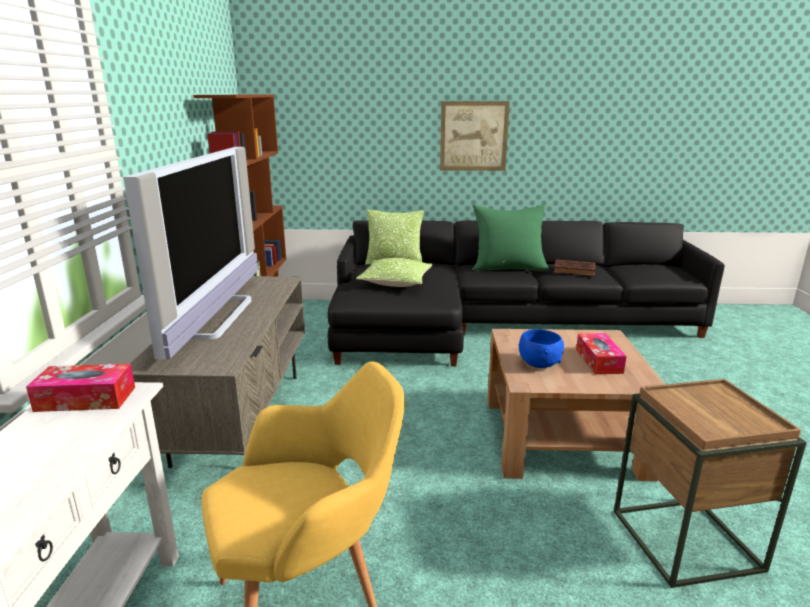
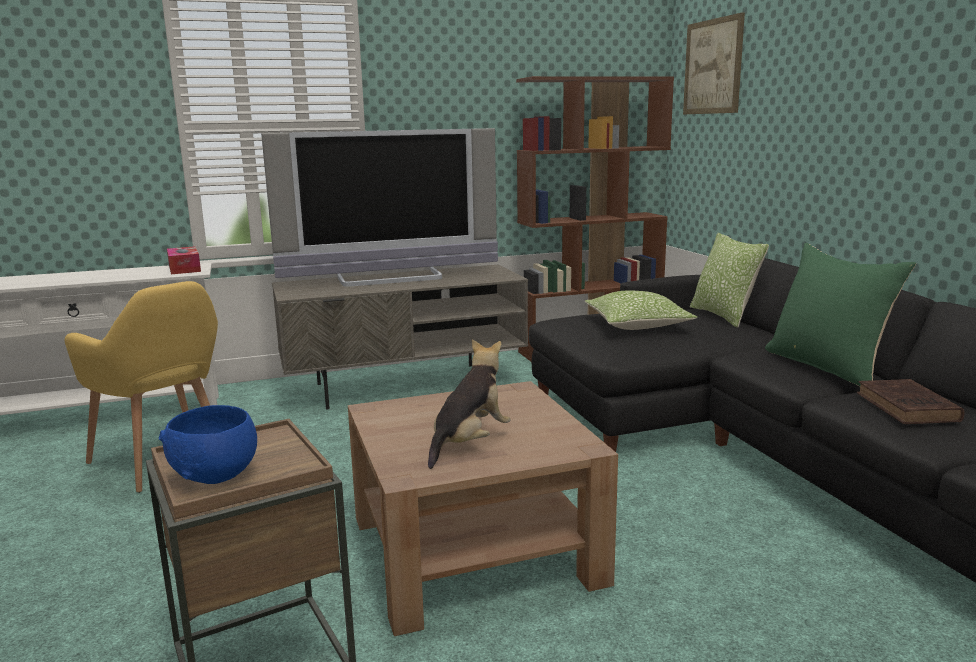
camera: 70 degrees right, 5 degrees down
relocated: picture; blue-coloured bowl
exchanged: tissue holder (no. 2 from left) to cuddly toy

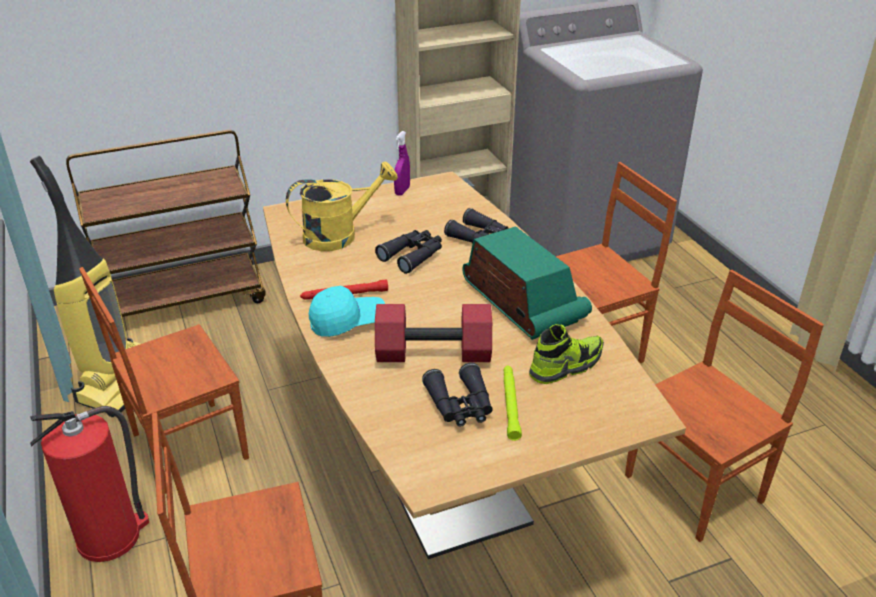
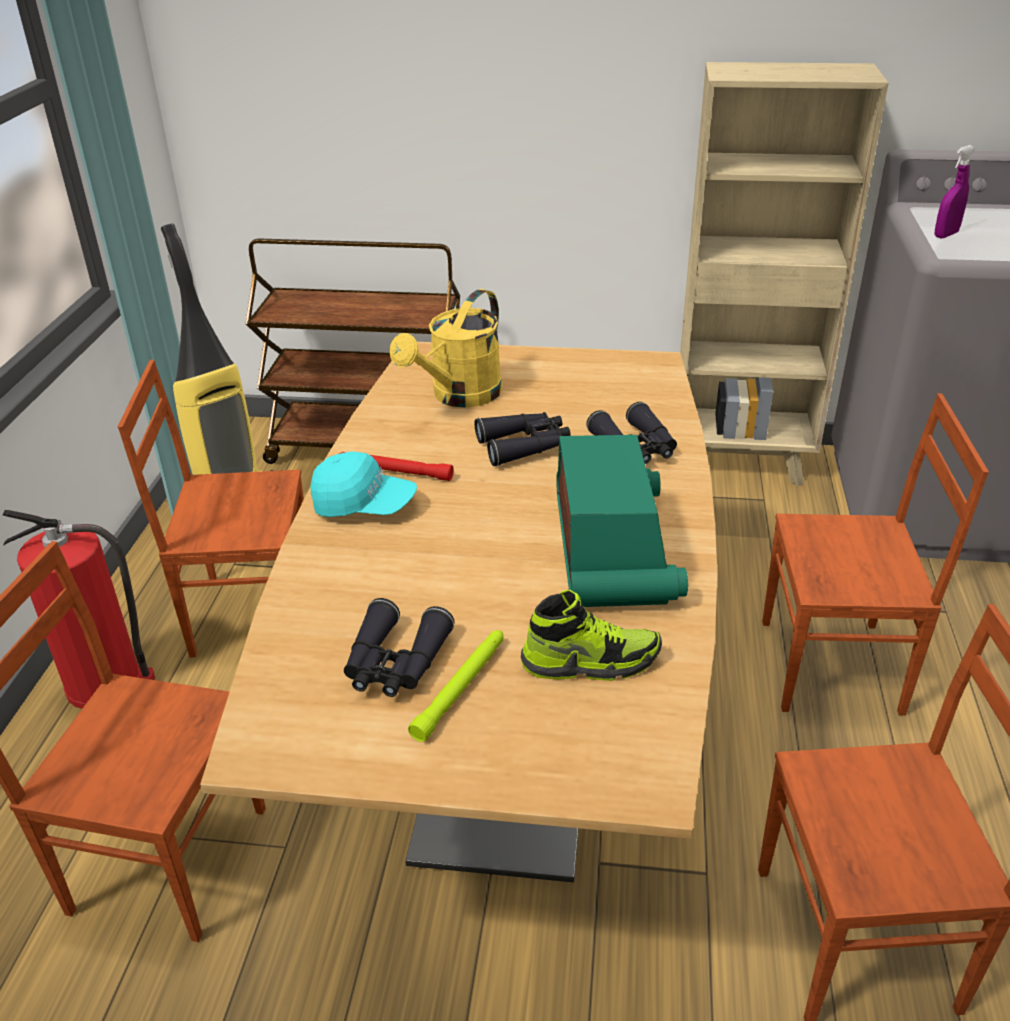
camera: 30 degrees right, 0 degrees up
missing: reddish dumbbell
relocated: purple sprayer
spun: yellowish sprinkling can 120 degrees clockwise

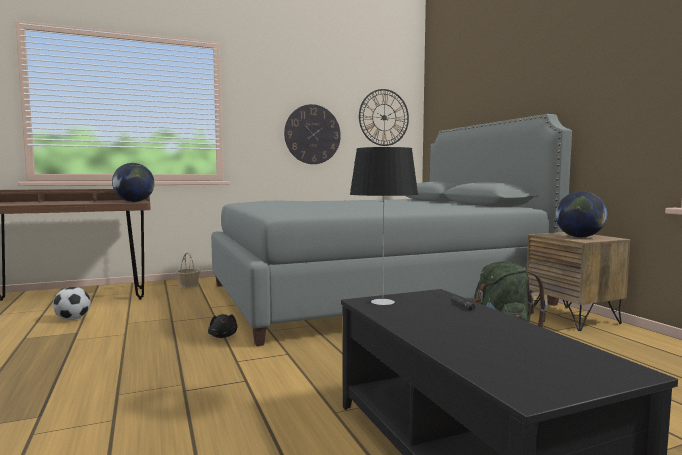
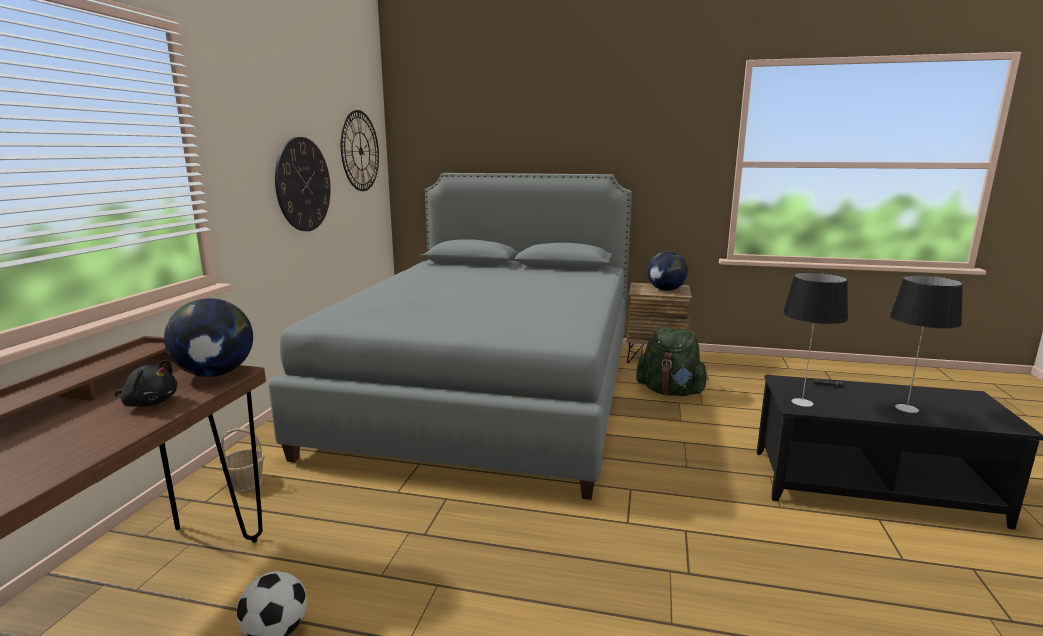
camera: 55 degrees left, 10 degrees up
appeared: lamp for a table (no. 2 from left)
relocated: black cuddly toy

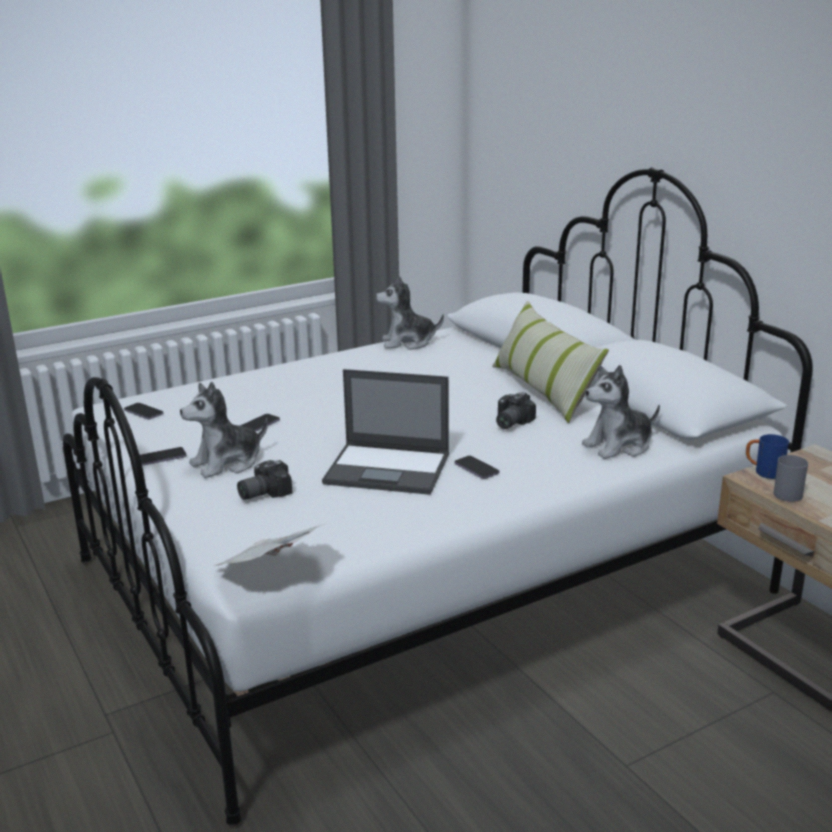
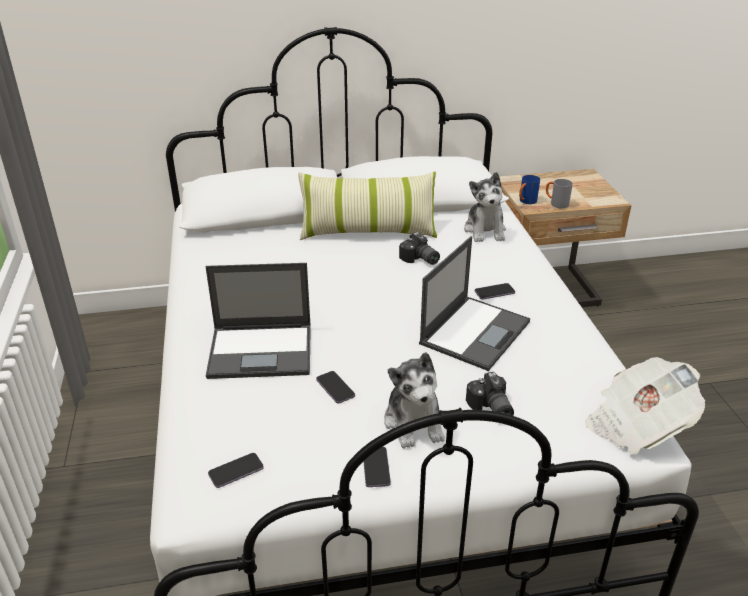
camera: 70 degrees left, 10 degrees up
missing: cuddly toy (no. 2 from left)
appeared: notebook computer (no. 1 from left)

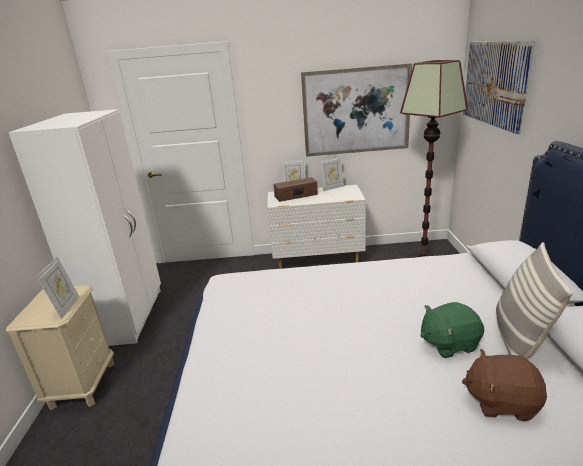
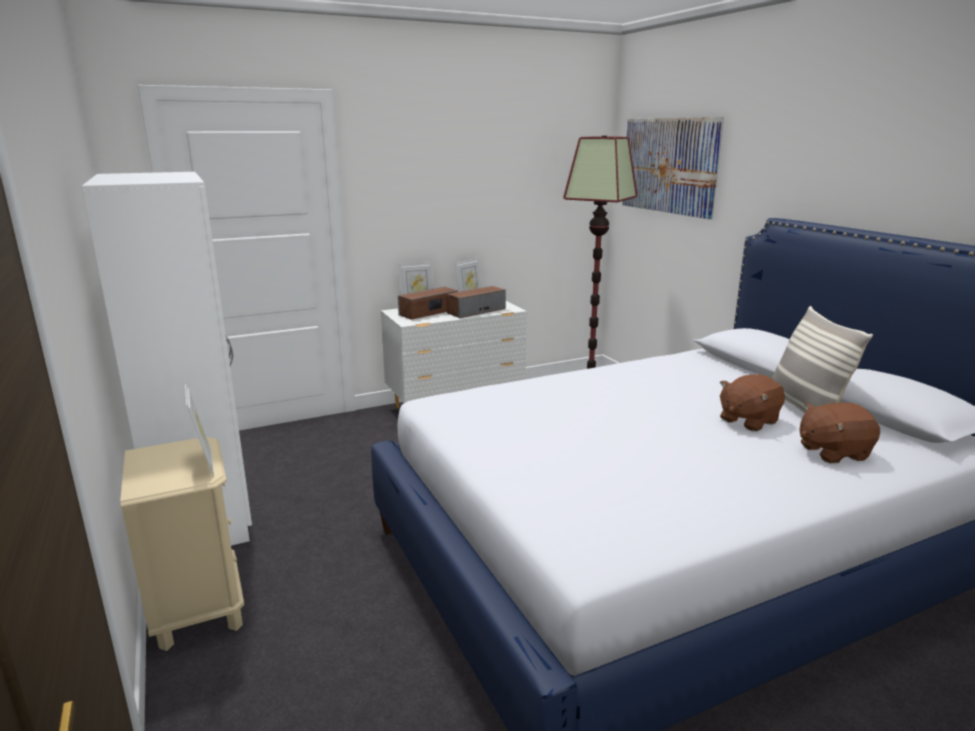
camera: 25 degrees left, 5 degrees down
missing: picture (no. 1 from left)
appeared: speaker (no. 2 from left)
colour: green-coloured cuddly toy to brownish cuddly toy (no. 1 from left)

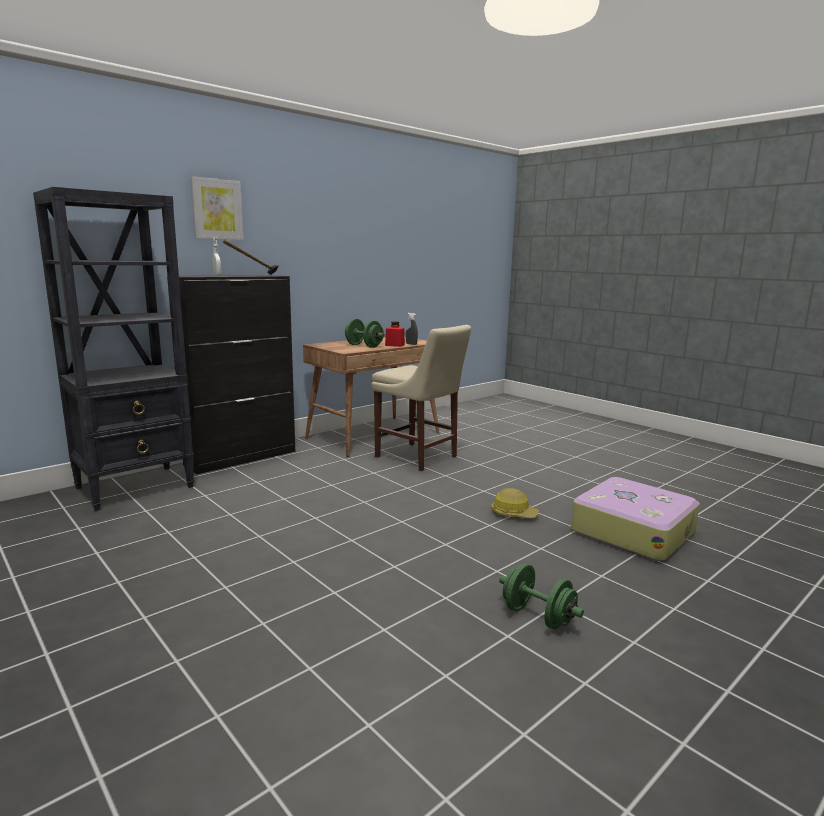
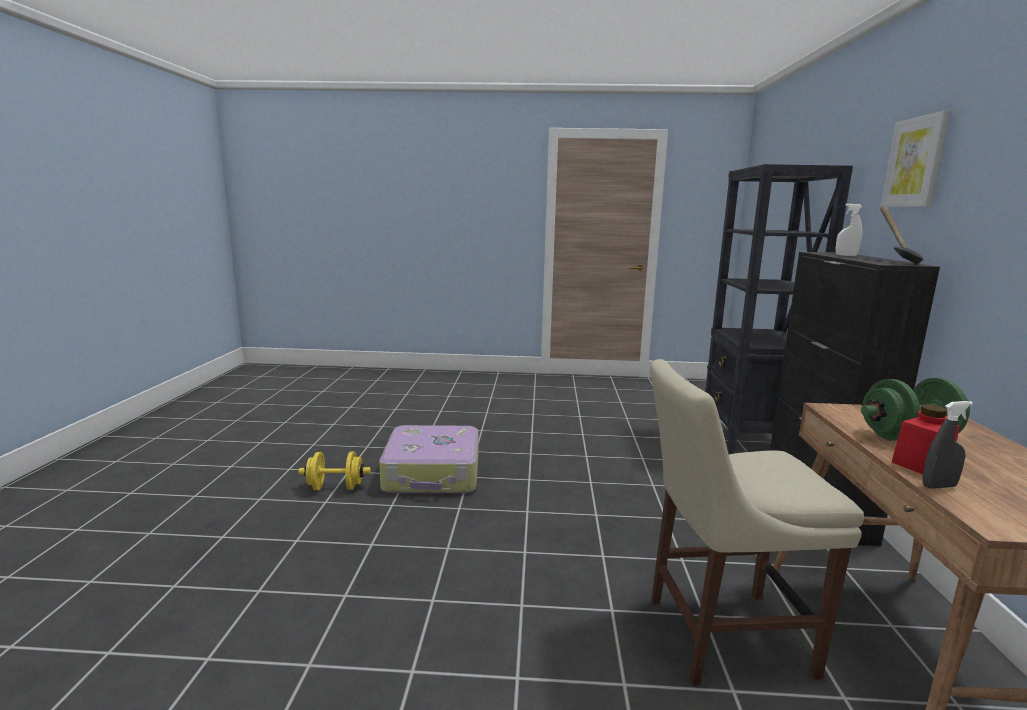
camera: 135 degrees right, 0 degrees up
missing: hard hat
relocated: piece of luggage
colour: green-coloured dumbbell (no. 2 from left) to yellowish dumbbell

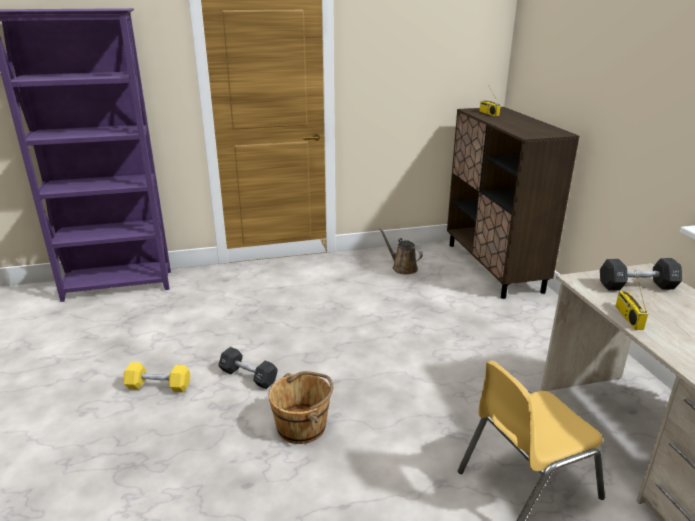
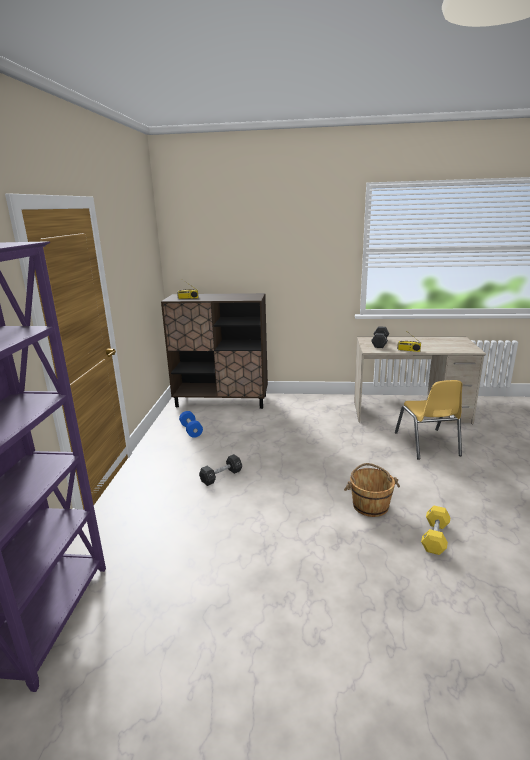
camera: 70 degrees left, 5 degrees down
relocated: yellowish dumbbell; black dumbbell (no. 1 from left)
exchanged: brownish sprinkling can to blue-coloured dumbbell

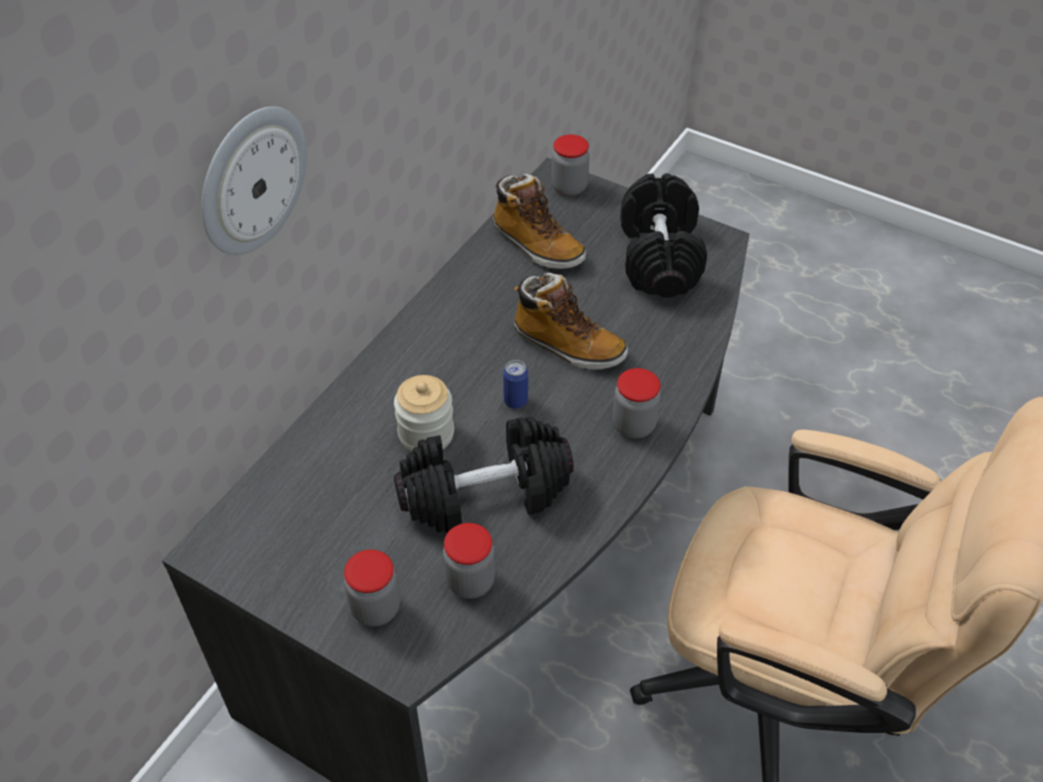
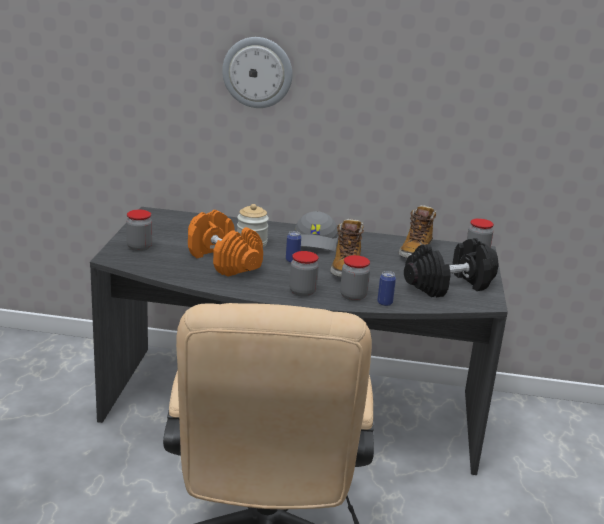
camera: 65 degrees right, 25 degrees down
appeared: gray cap; metal can (no. 2 from left)
relocated: preserve jar (no. 3 from left in the first image) to preserve jar (no. 4 from left)
colour: black dumbbell (no. 1 from left) to orange-coloured dumbbell

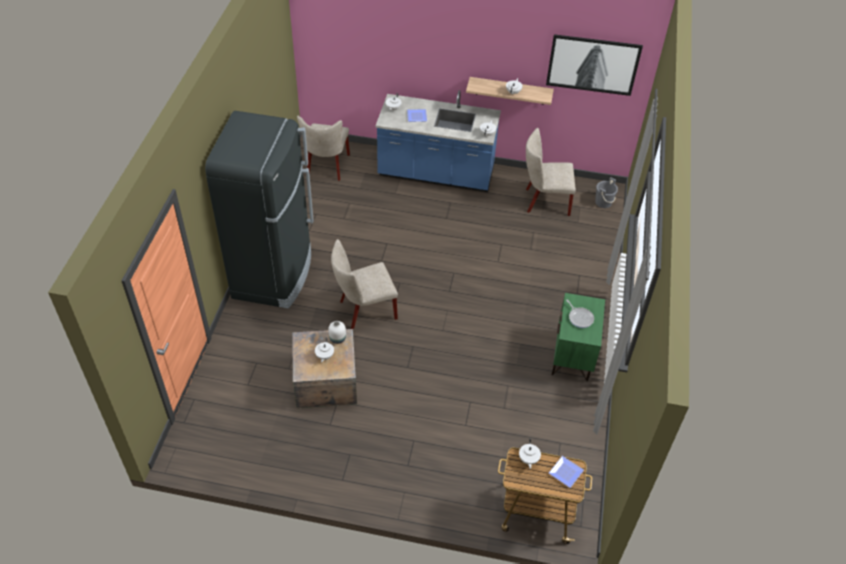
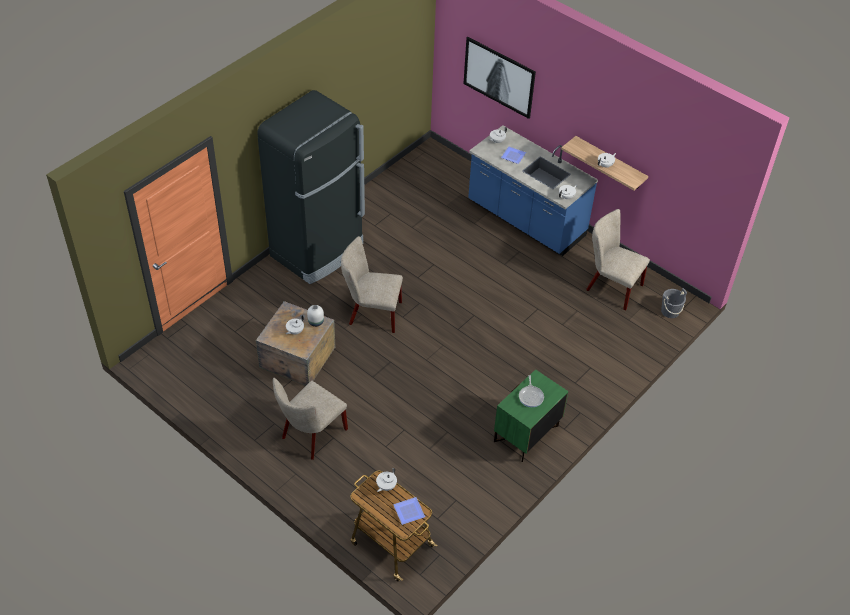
camera: 30 degrees right, 0 degrees up
relocated: sand-coloured plain chair (no. 1 from left); picture

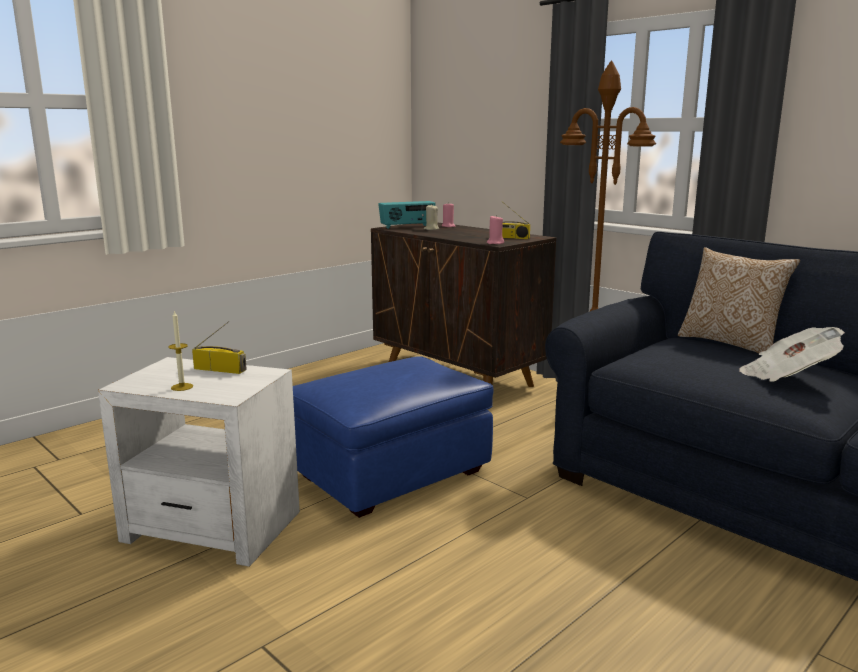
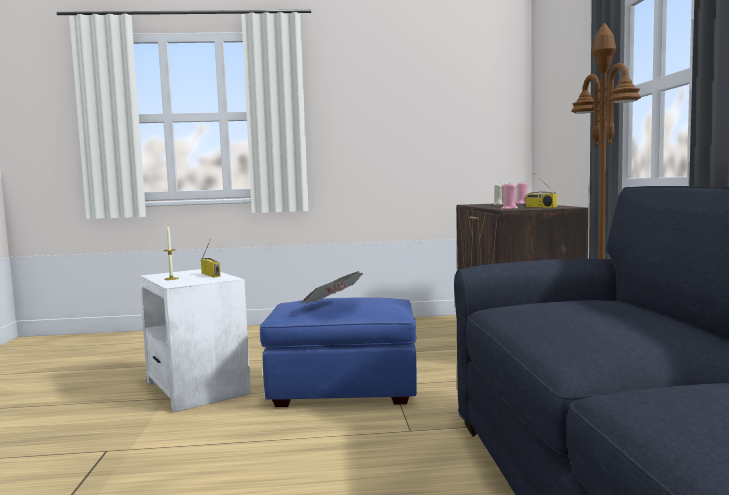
camera: 40 degrees right, 10 degrees down
missing: radio receiver (no. 2 from left); cushion
relocated: printed paper

